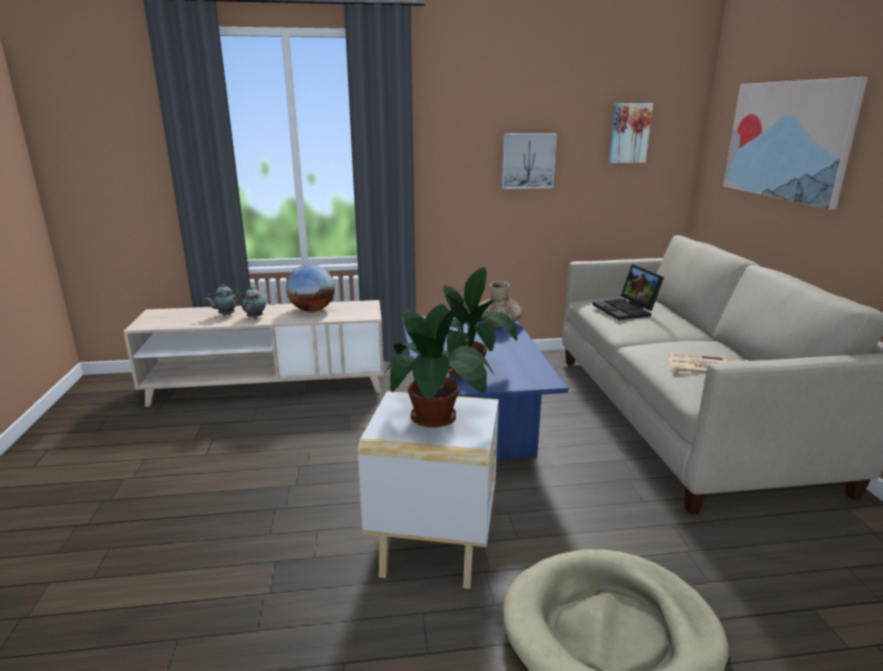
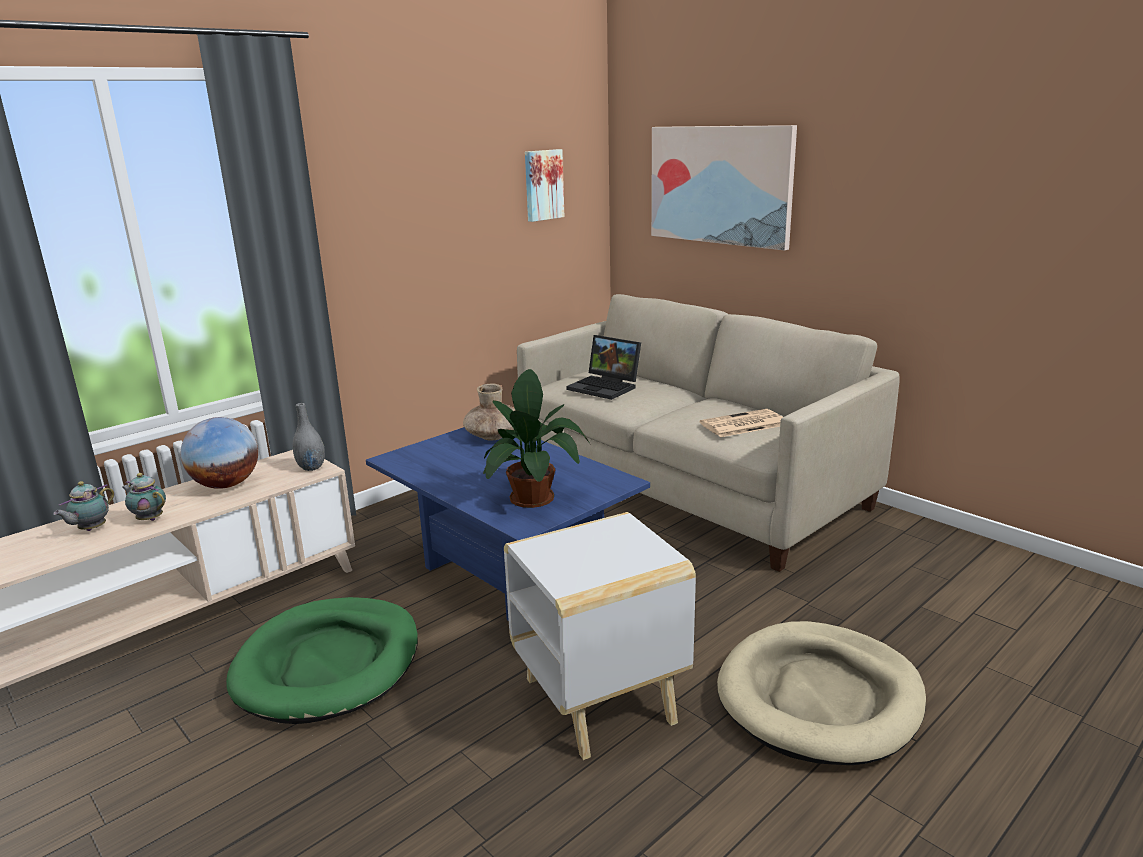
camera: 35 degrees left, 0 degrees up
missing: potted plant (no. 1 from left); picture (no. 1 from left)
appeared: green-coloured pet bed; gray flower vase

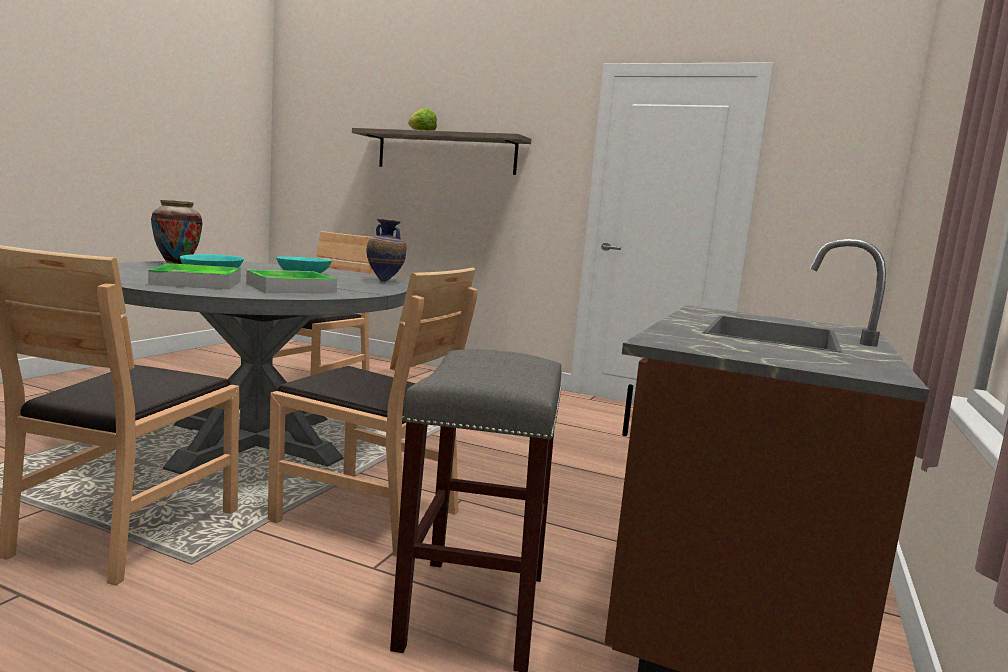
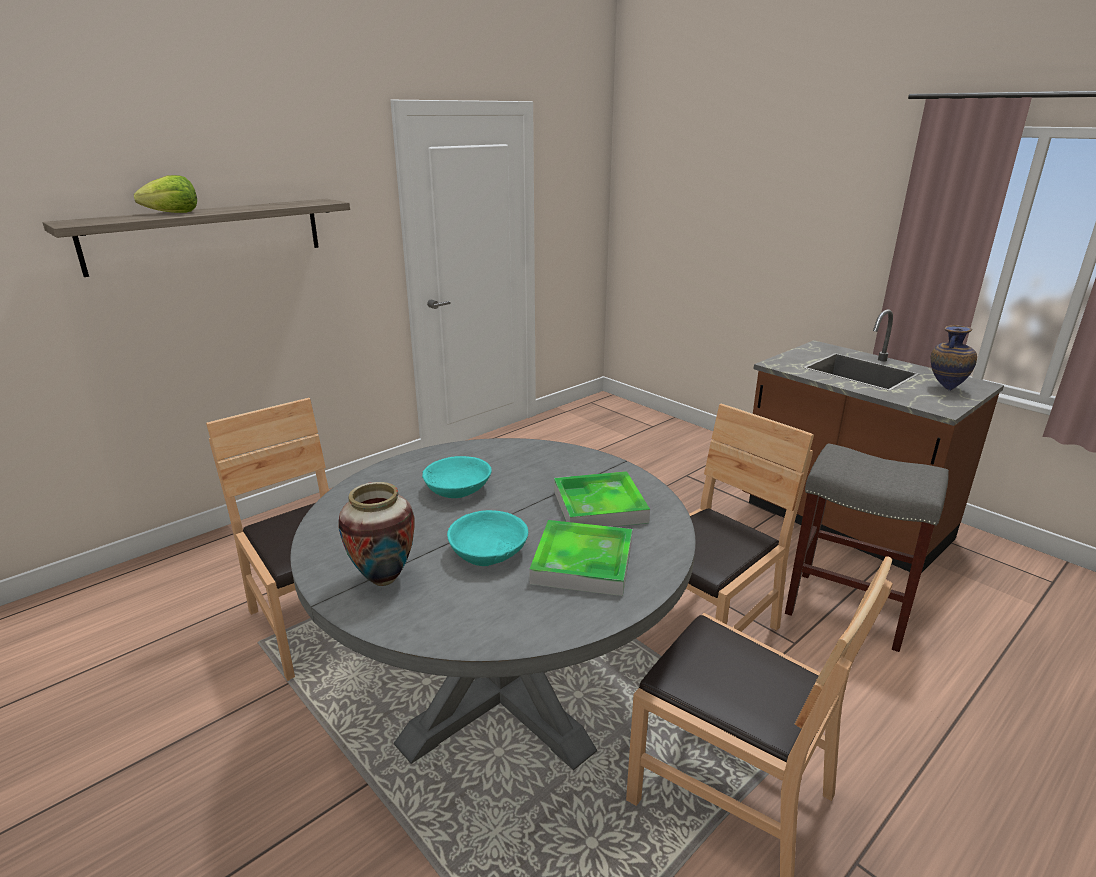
camera: 65 degrees left, 15 degrees up
relocated: flower vase (no. 2 from left)

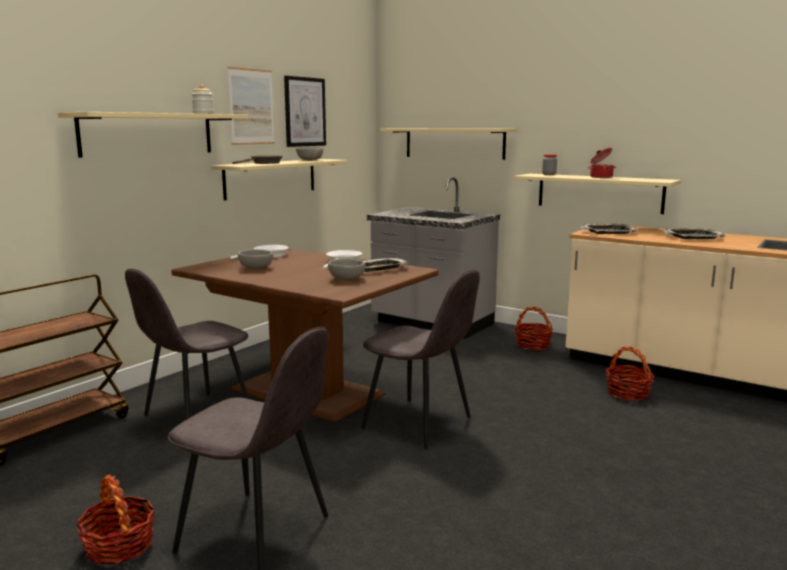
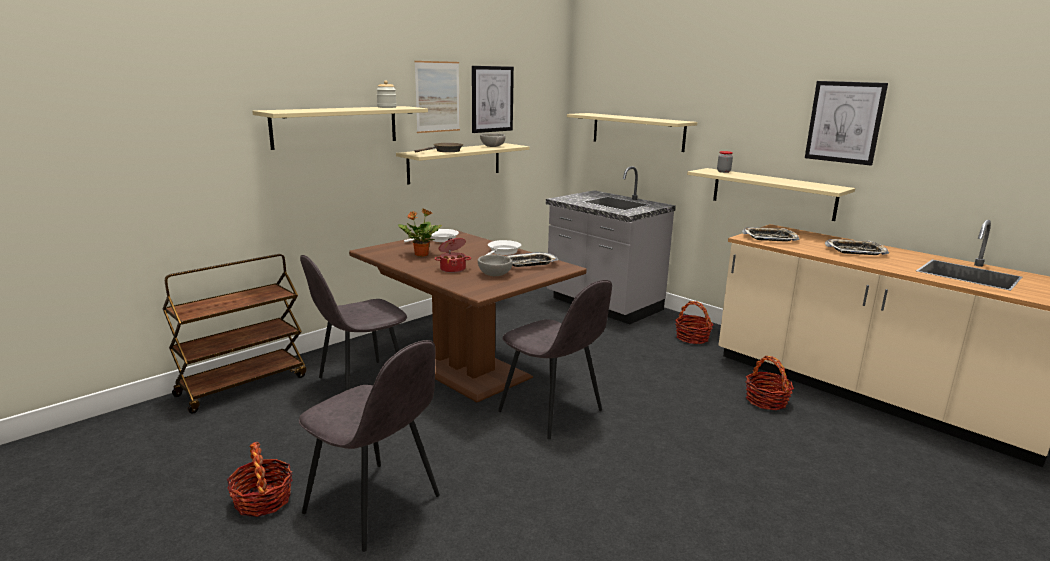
camera: 10 degrees right, 5 degrees up
appeared: picture (no. 3 from left)
relocated: saucepot
exchanged: gray bowl (no. 1 from left) to potted plant

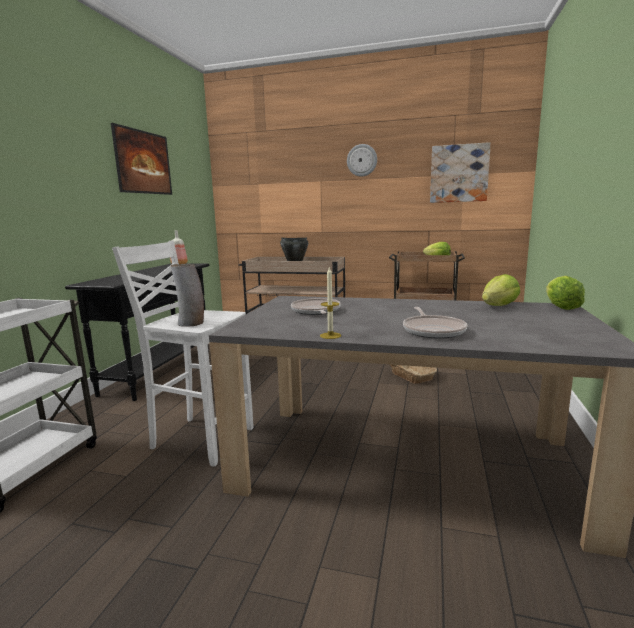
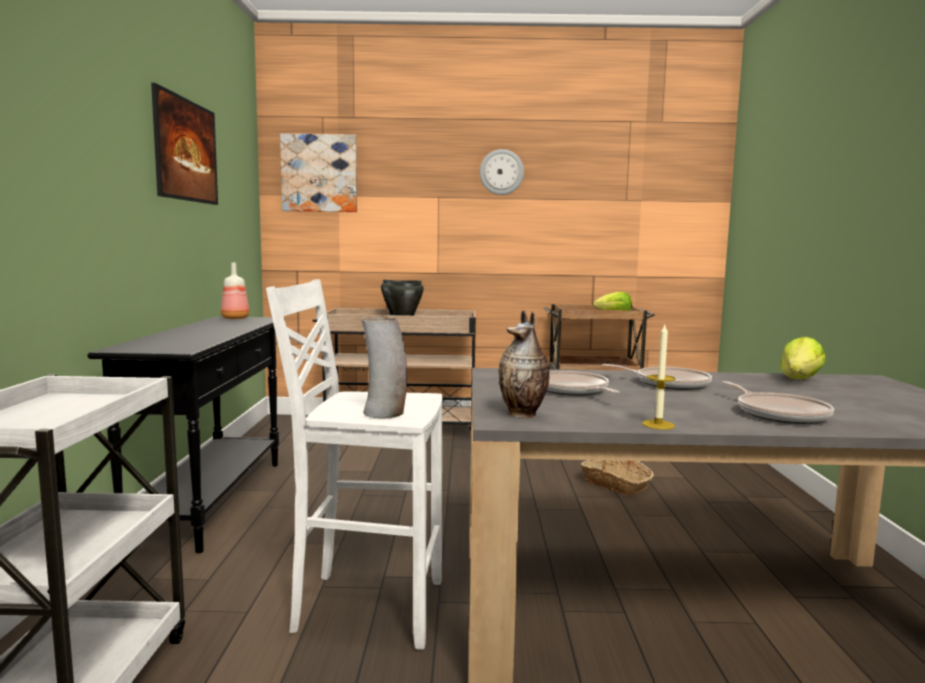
camera: 15 degrees left, 5 degrees down
missing: lettuce head (no. 3 from left)
appeared: flower vase (no. 2 from left); skillet (no. 2 from left)
relocated: picture (no. 2 from left)

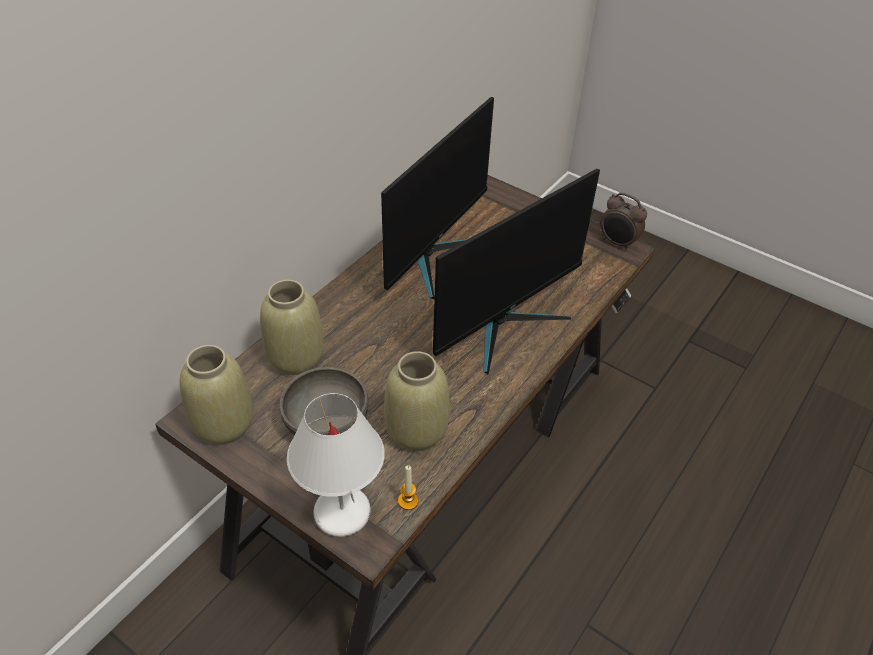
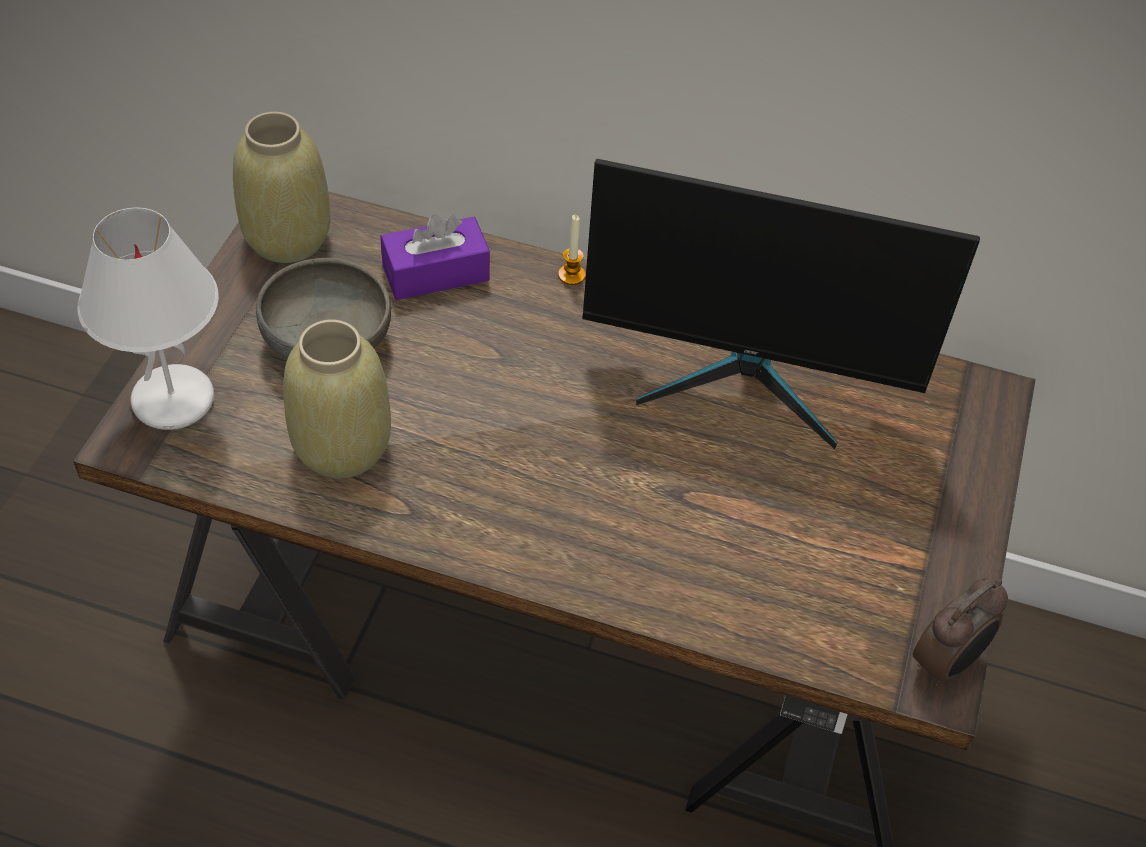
camera: 70 degrees right, 5 degrees up
missing: monitor (no. 2 from left)
relocated: wax light
exchanged: sand-coloured flower vase (no. 2 from left) to purple tissue holder
spun: alarm clock 150 degrees counterclockwise

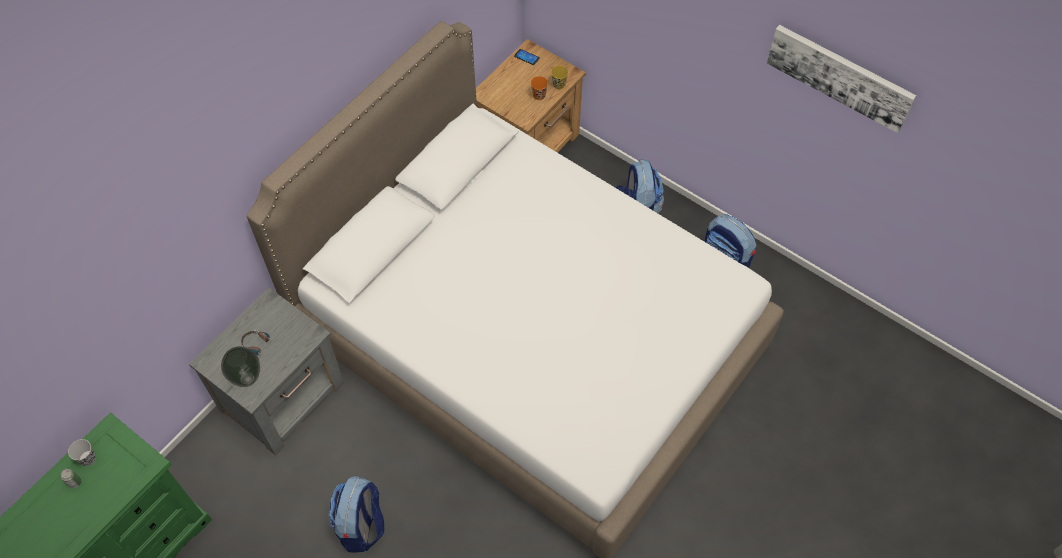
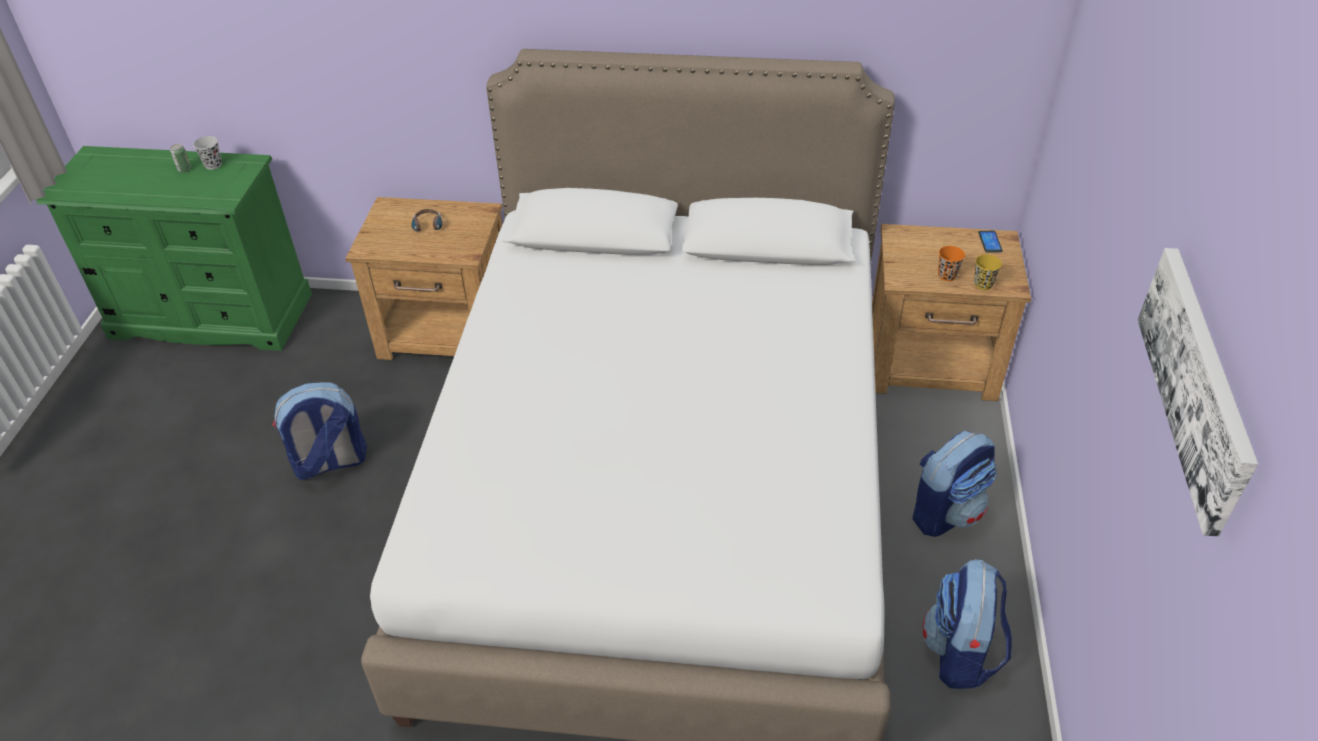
camera: 60 degrees right, 15 degrees down
missing: flower vase
colour: gray night table to brownish night table (no. 1 from left)

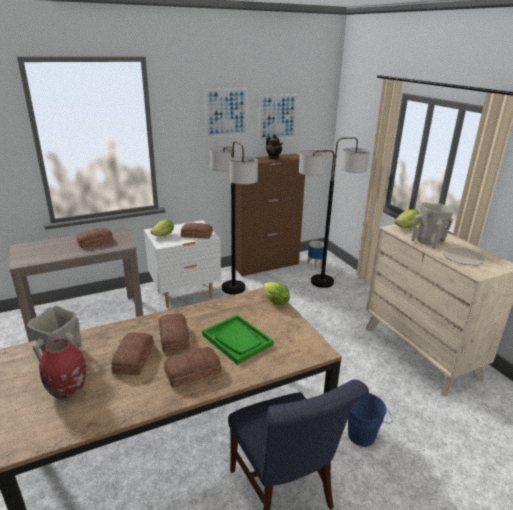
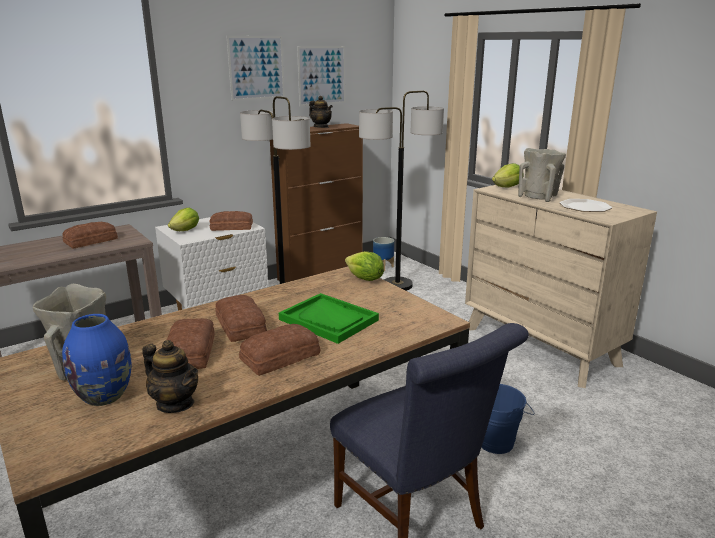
camera: 10 degrees left, 5 degrees down
appeared: teapot (no. 1 from left)
colour: reddish flower vase to blue-coloured flower vase

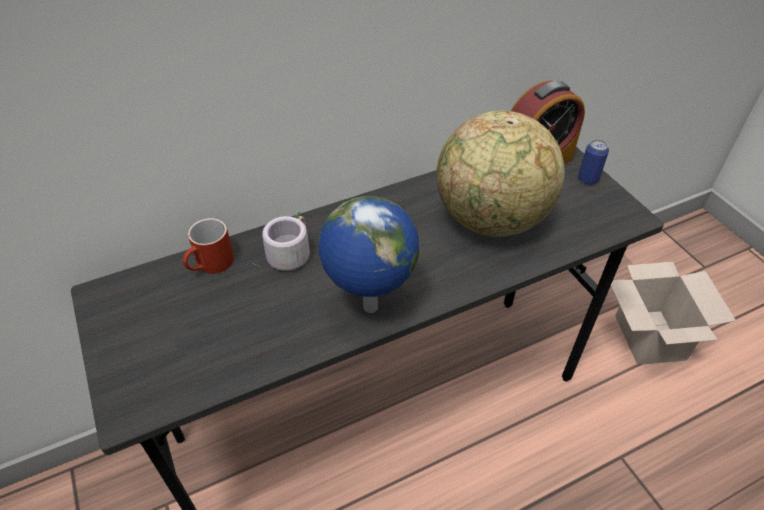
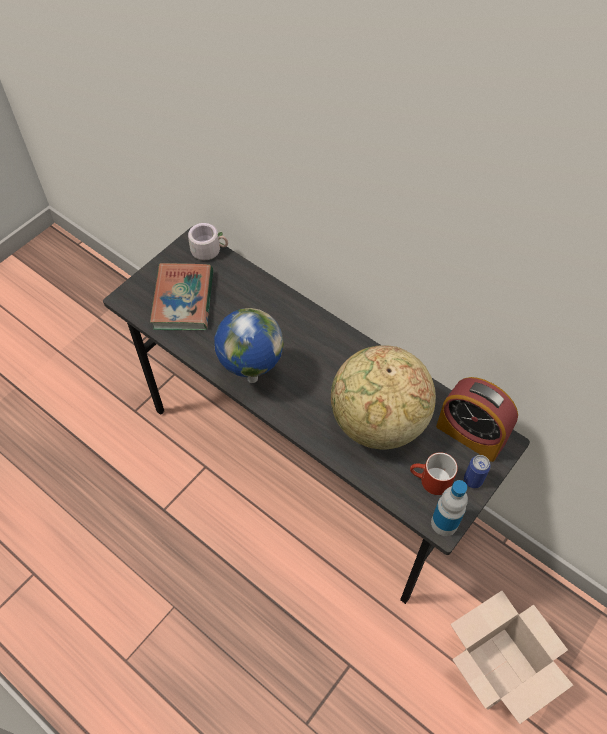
camera: 65 degrees right, 10 degrees up
appeared: volume; beverage bottle
relocated: reddish tea mug; gray tea mug

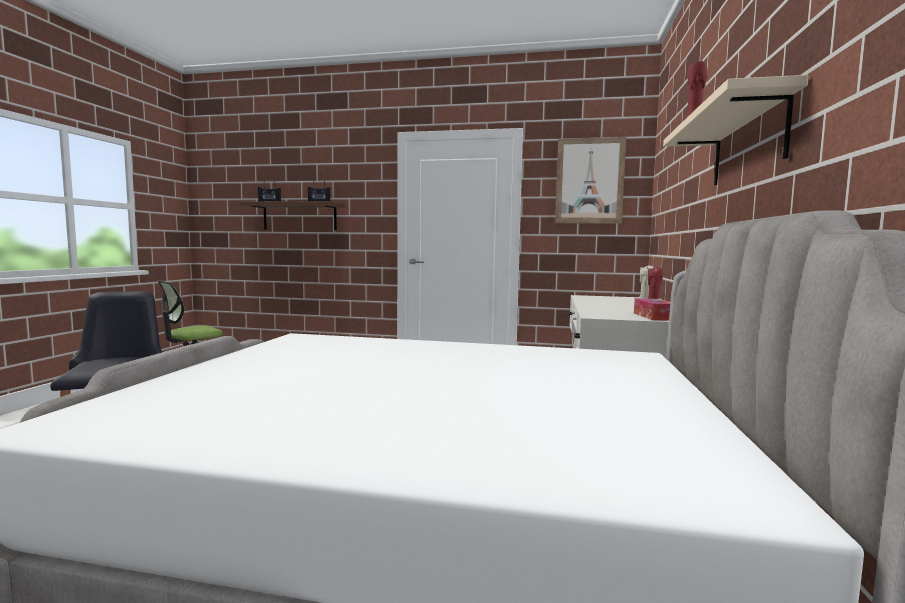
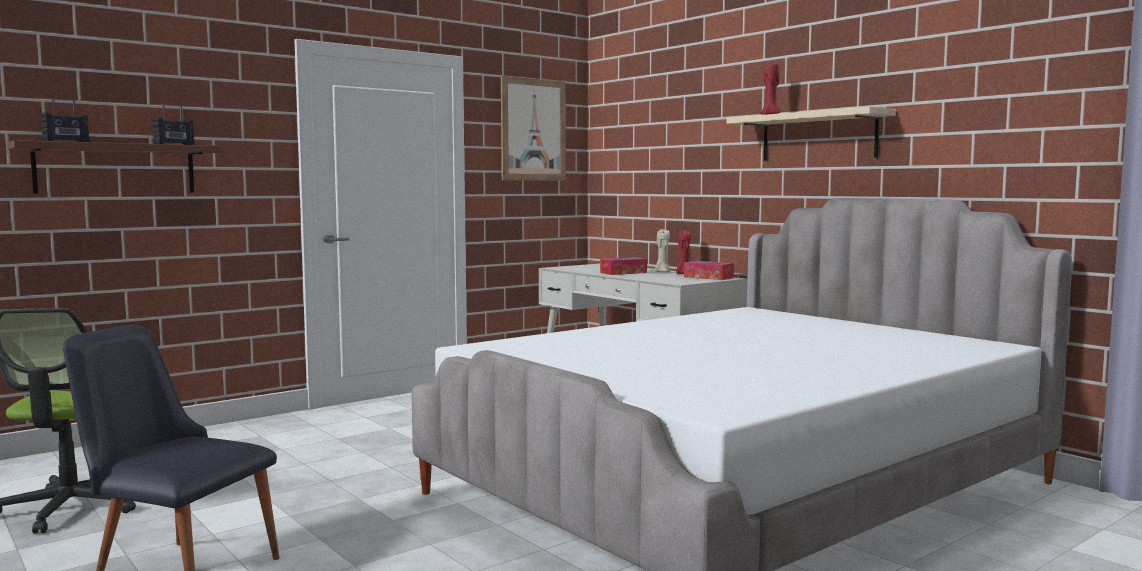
camera: 50 degrees left, 0 degrees up
appeared: tissue holder (no. 1 from left)

